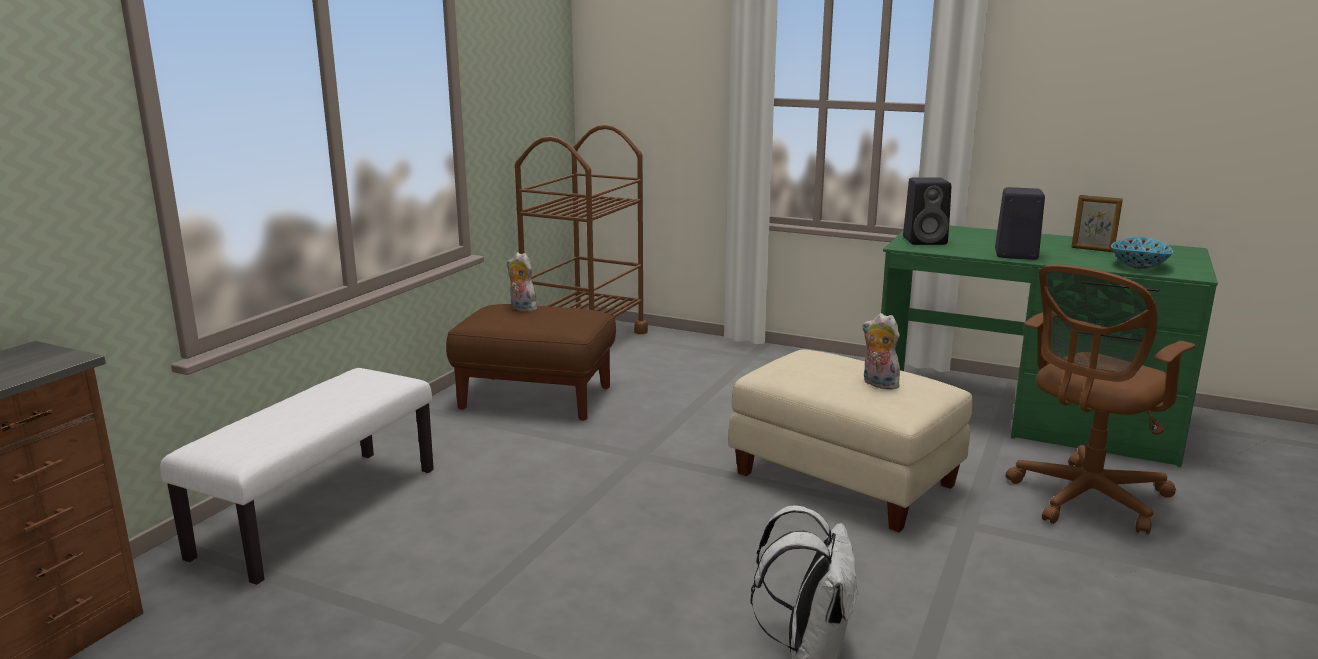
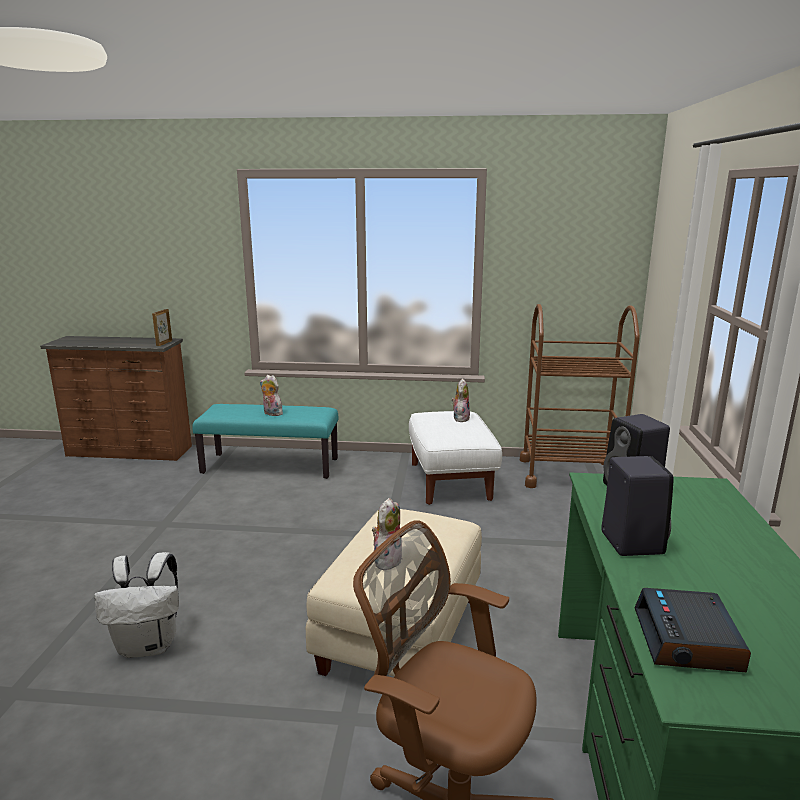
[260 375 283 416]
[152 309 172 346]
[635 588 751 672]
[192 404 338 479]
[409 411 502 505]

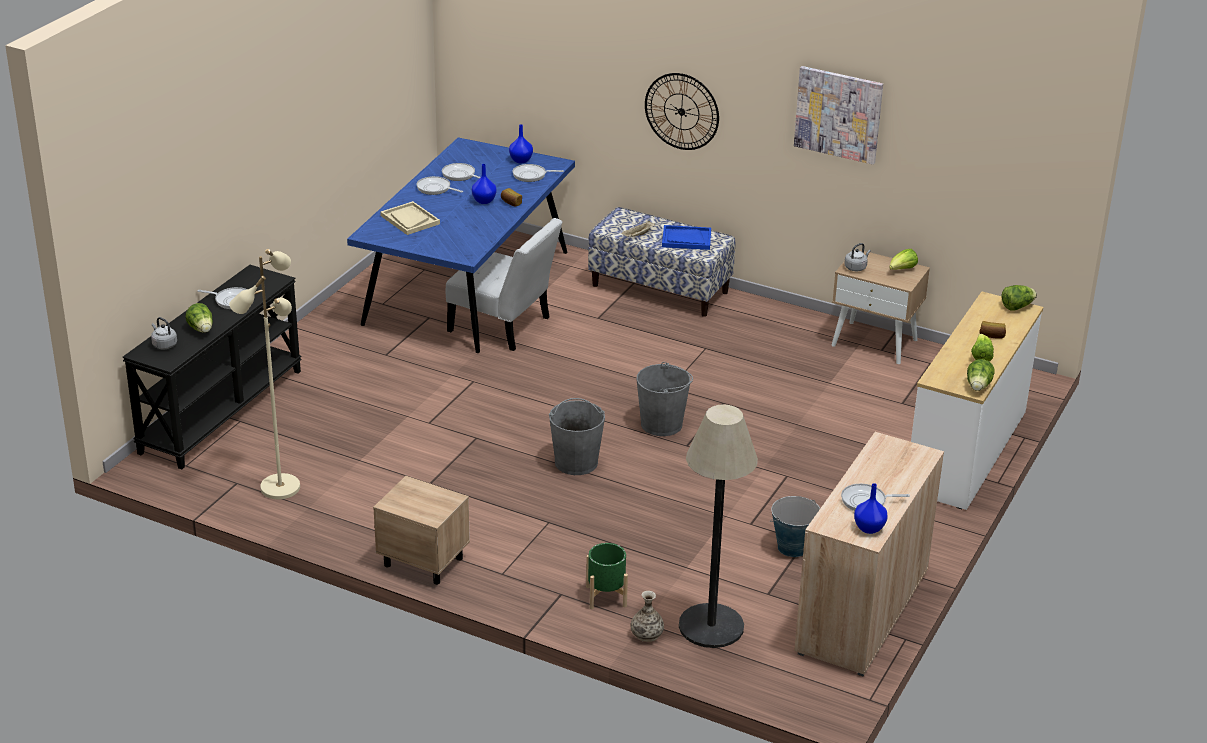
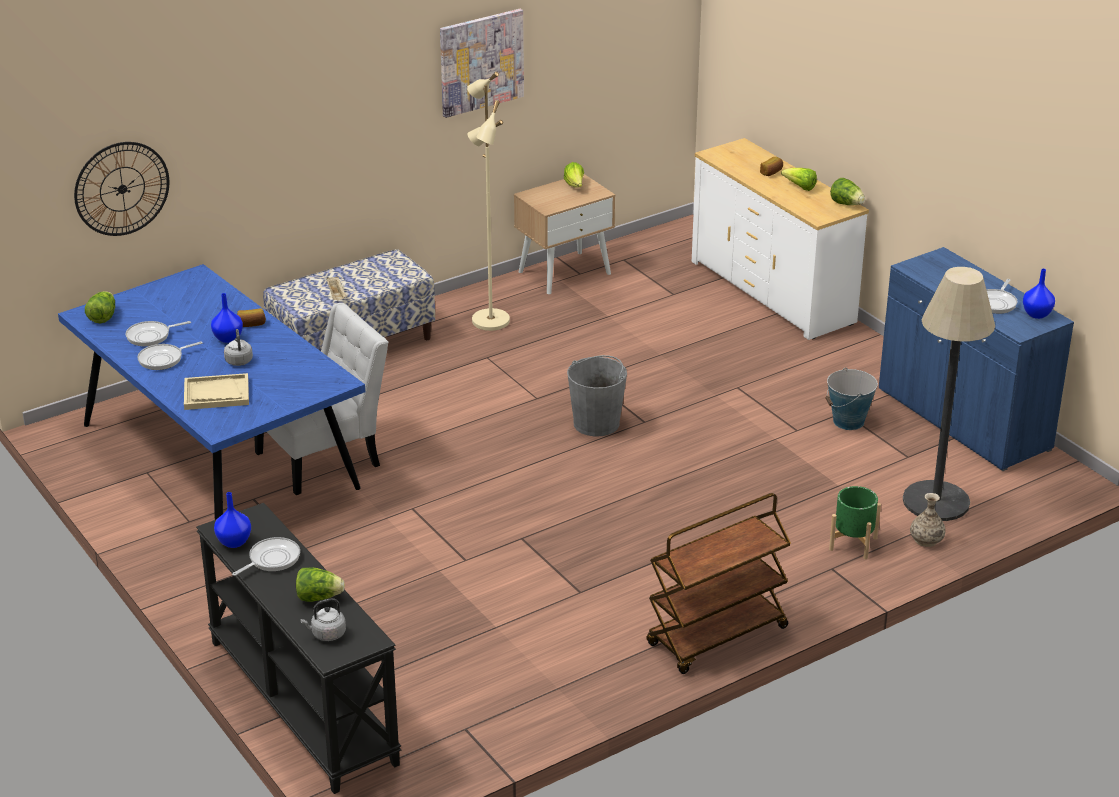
[512 164 564 182] (first image)
[549 398 605 475] (first image)
[662 225 711 250] (first image)
[467 72 510 331]
[214 492 251 548]
[74 142 169 236]
[224 329 253 366]
[85 291 115 323]
[647 493 791 674]
[879 247 1074 471]

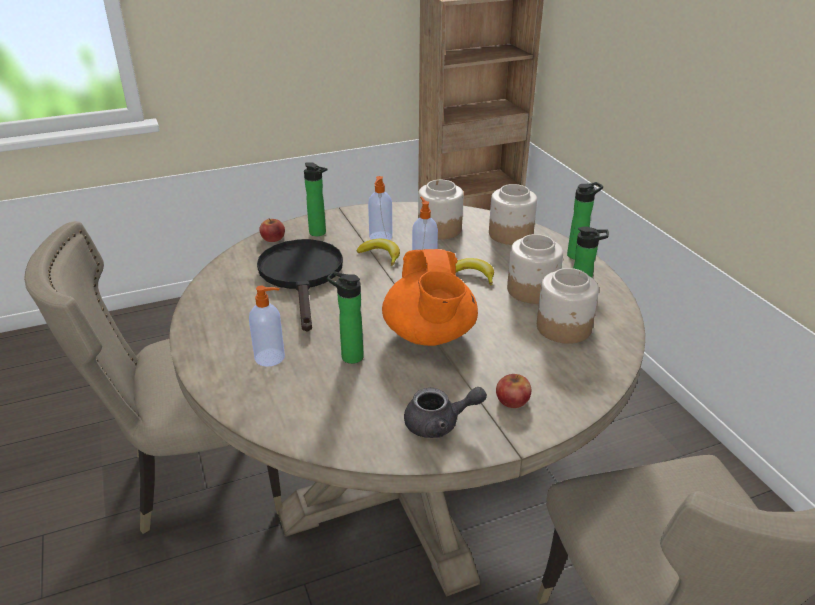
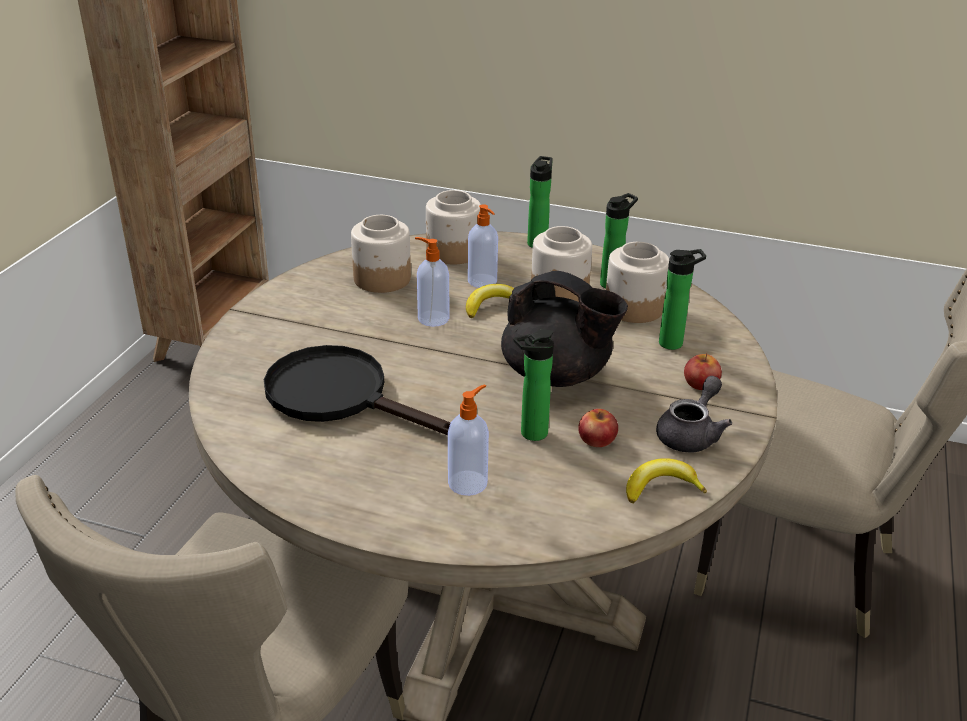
[578 409 618 447]
[659 249 706 350]
[626 458 707 503]
[468 204 498 288]
[501 271 628 387]

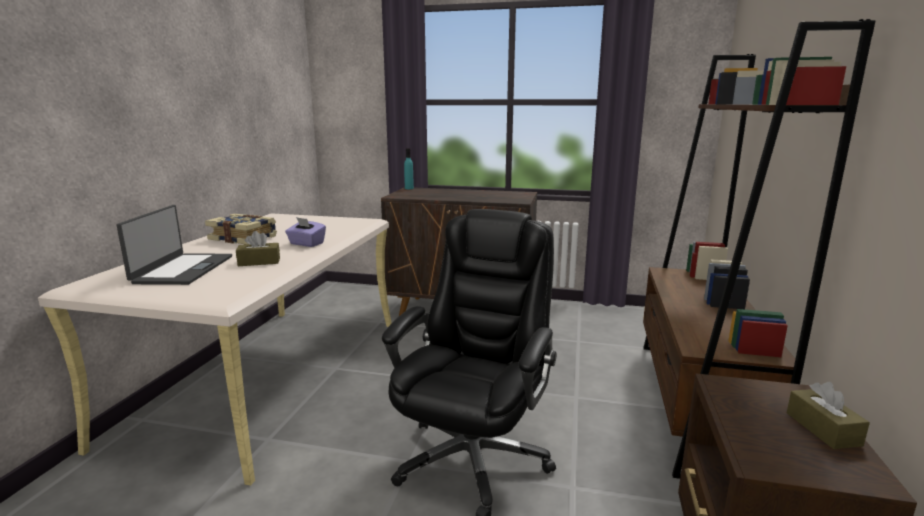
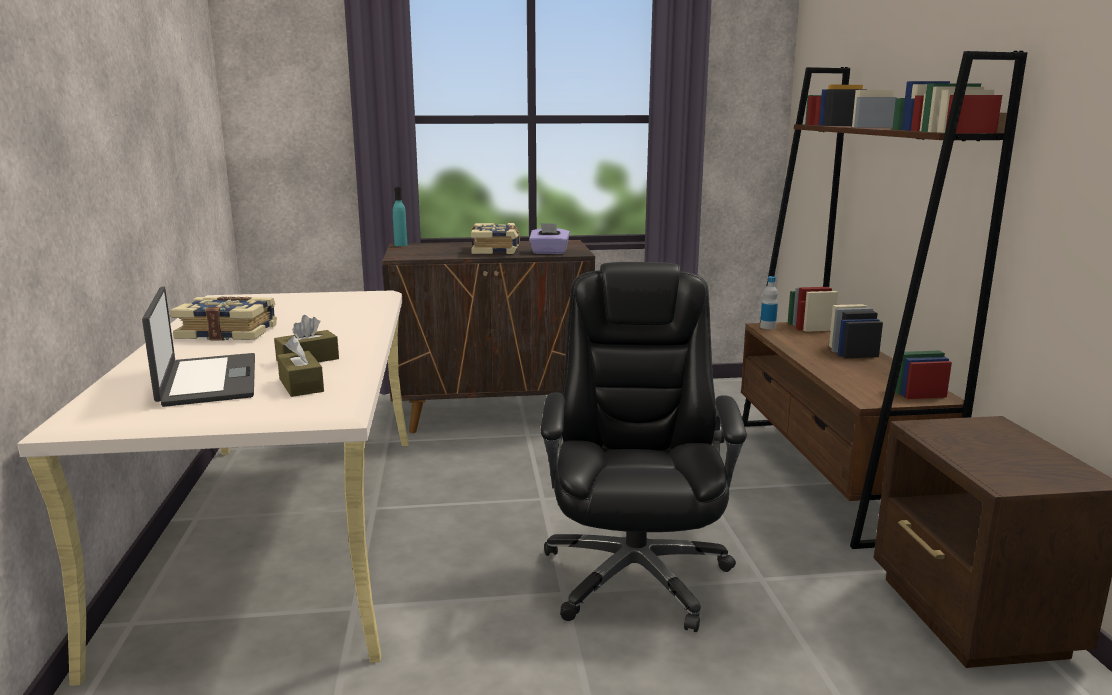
[471 223 520 254]
[760 276 778 329]
[529 223 570 254]
[277 336 324 397]

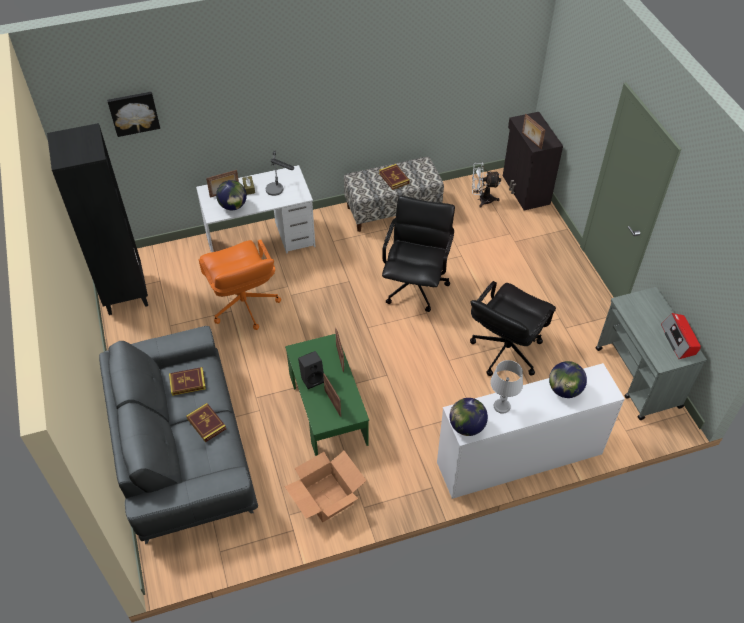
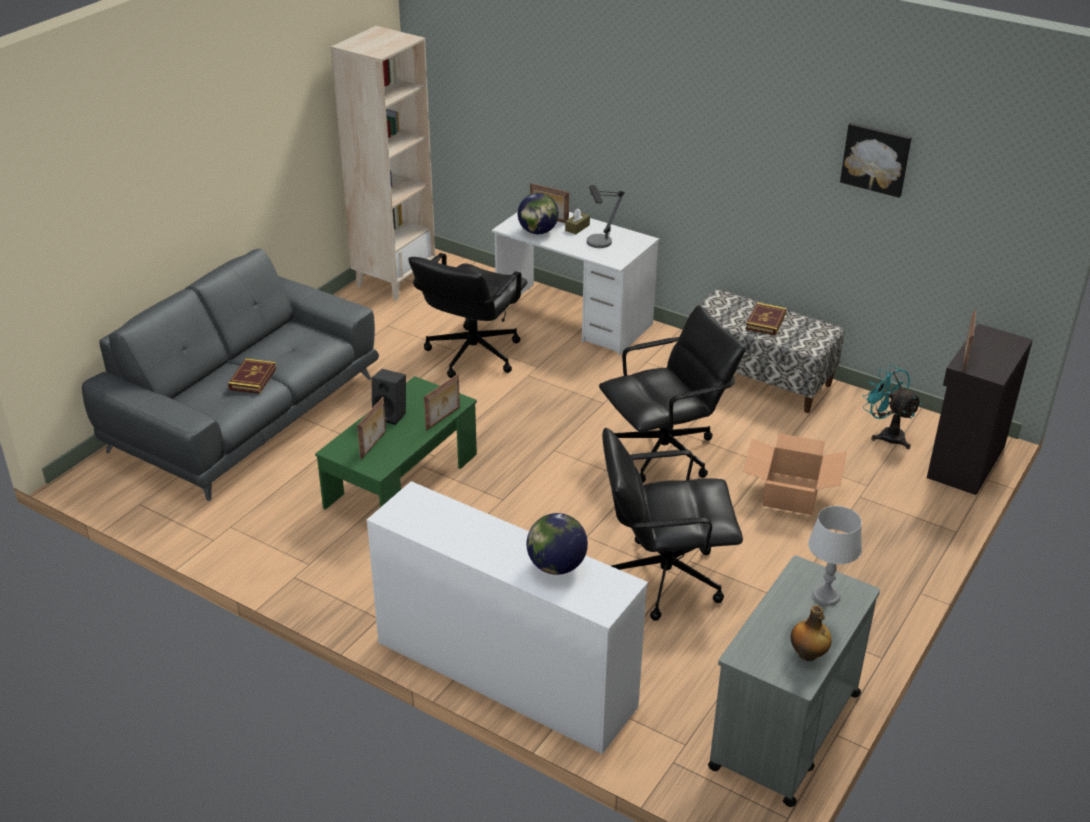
[169 367 206 396] (first image)
[449 398 488 436] (first image)
[840 123 912 198]
[743 433 847 515]
[808 506 862 606]
[791 605 832 661]
[331 26 435 301]
[408 253 527 378]
[862 365 922 449]

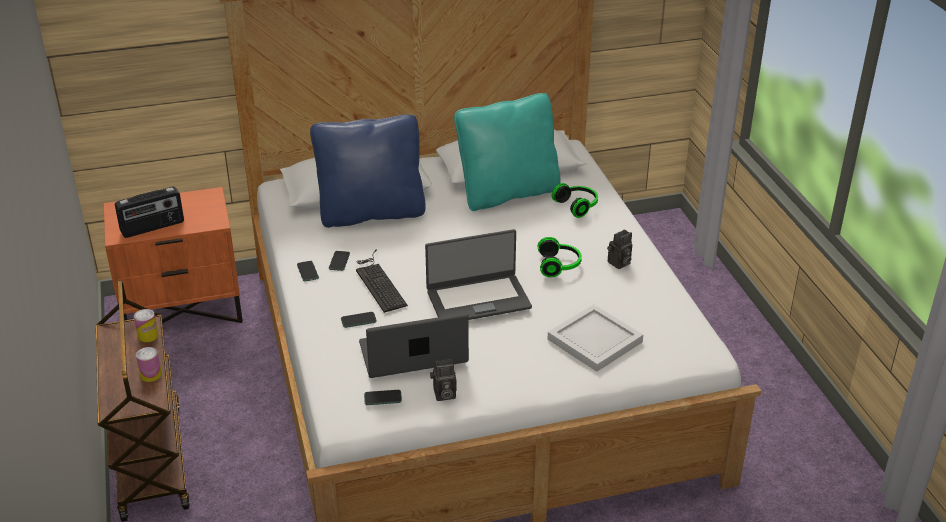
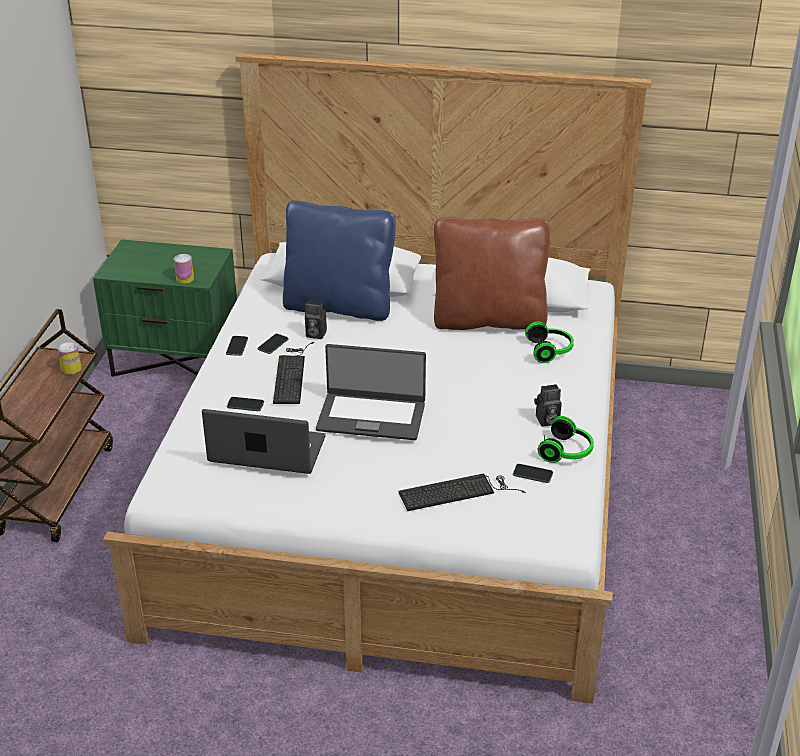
[115 187 184 238] (first image)
[174 254 194 284]
[513 464 553 483]
[305 300 327 339]
[538 416 594 463]
[399 473 526 511]
[93 239 237 377]
[434 217 550 330]

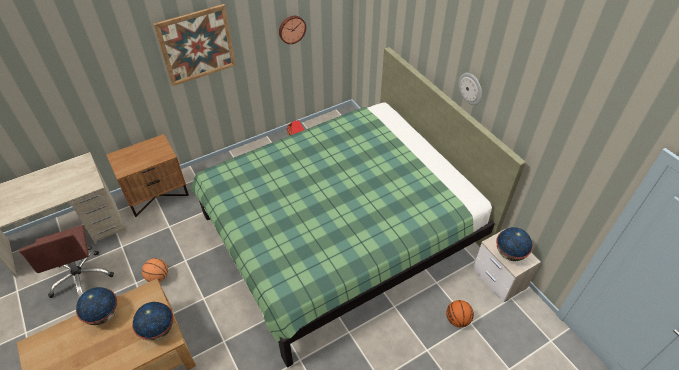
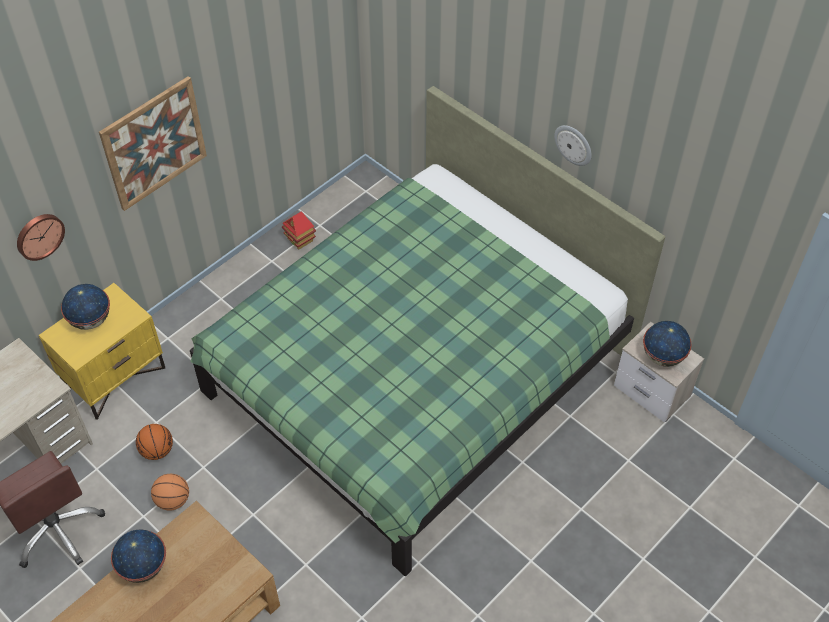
[61 284 110 330]
[17 214 65 261]
[136 424 173 460]
[39 283 166 420]

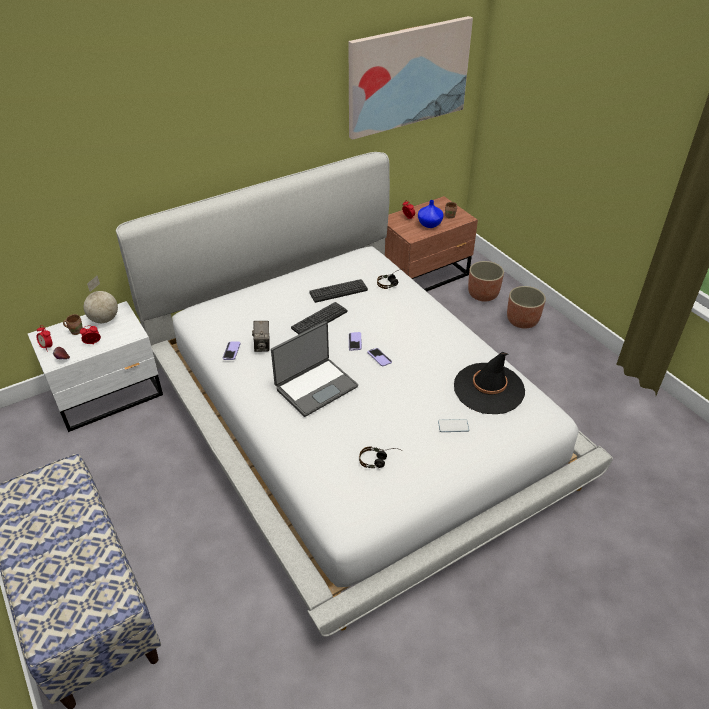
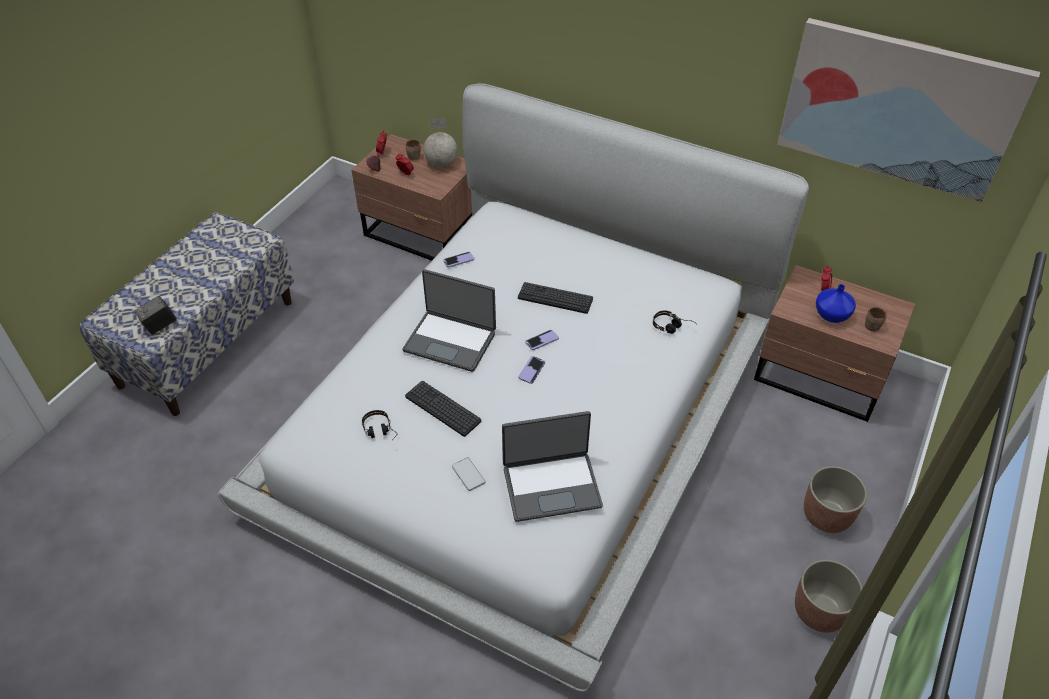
[135 296 177 335]
[405 381 481 437]
[795 559 863 633]
[502 411 603 522]
[351 134 472 261]

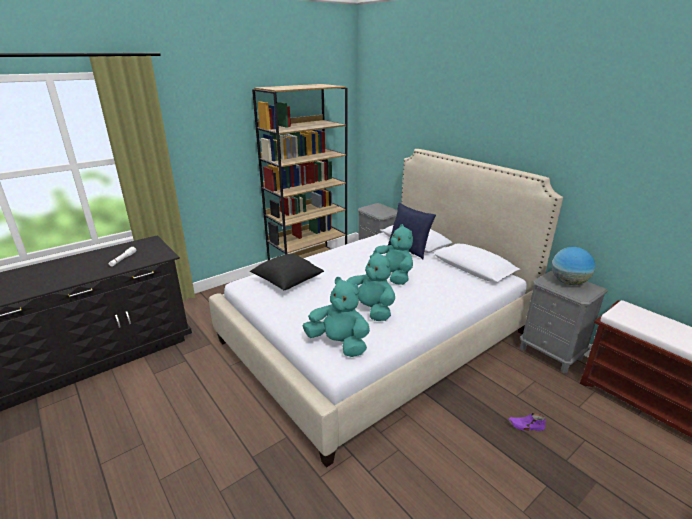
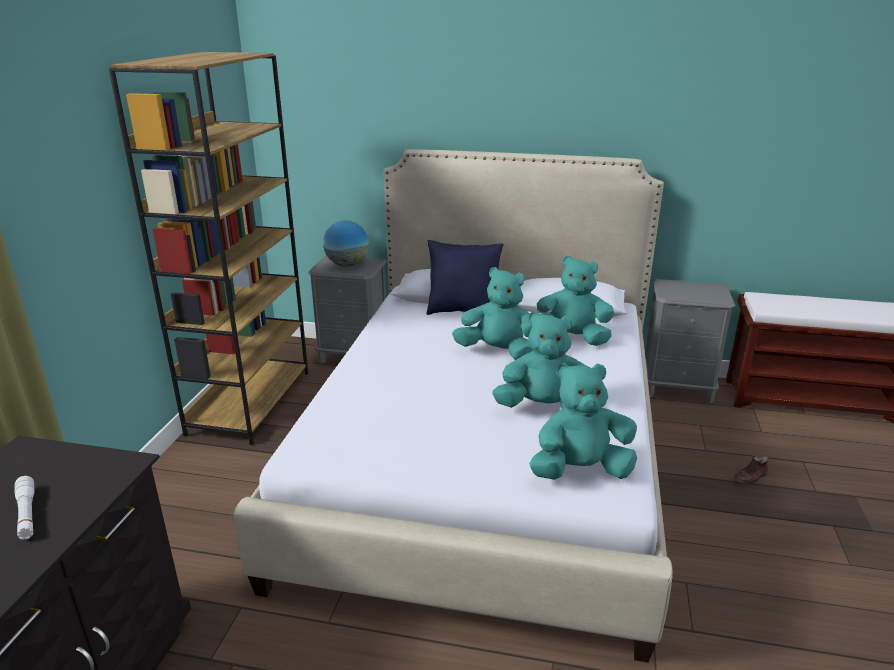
[250 254 324 290] (first image)
[537 256 614 346]
[323 220 369 266]
[733 455 768 484]

